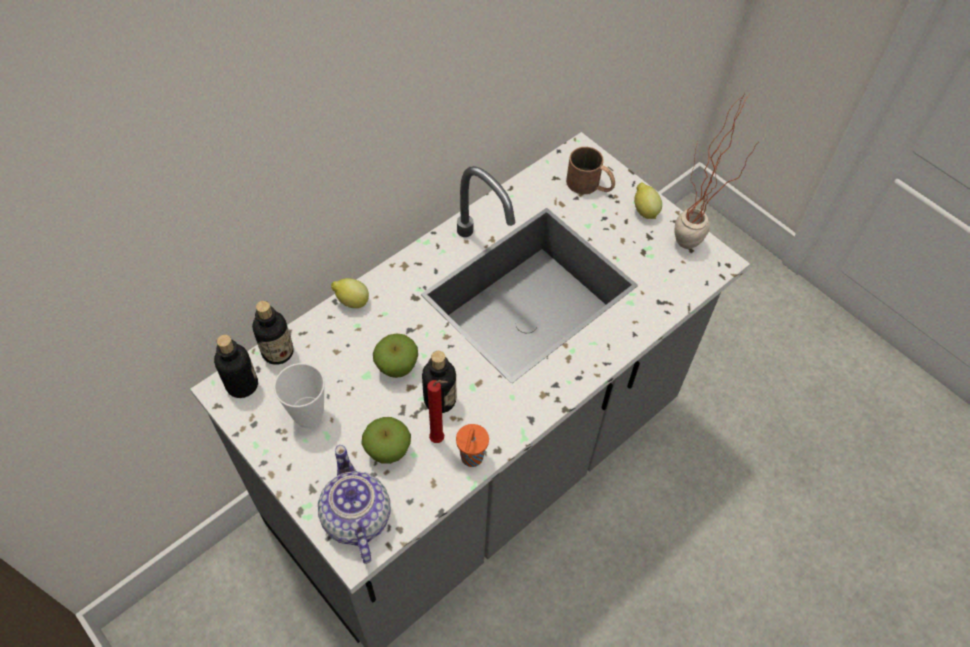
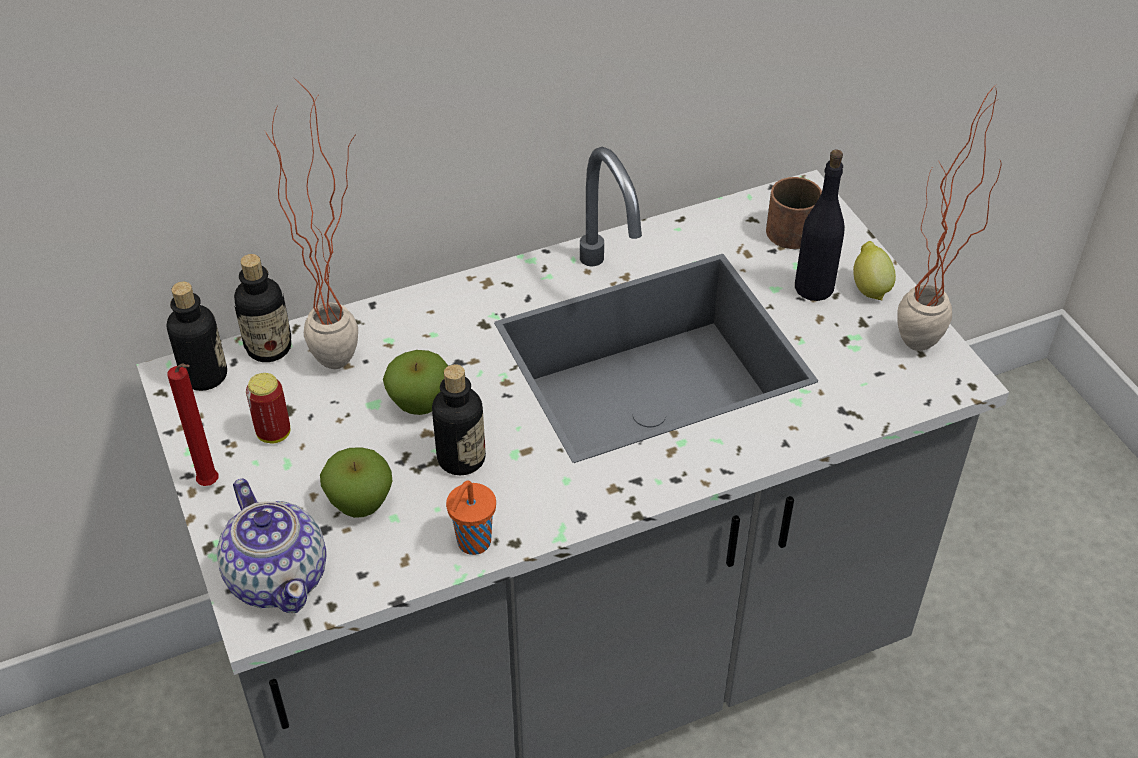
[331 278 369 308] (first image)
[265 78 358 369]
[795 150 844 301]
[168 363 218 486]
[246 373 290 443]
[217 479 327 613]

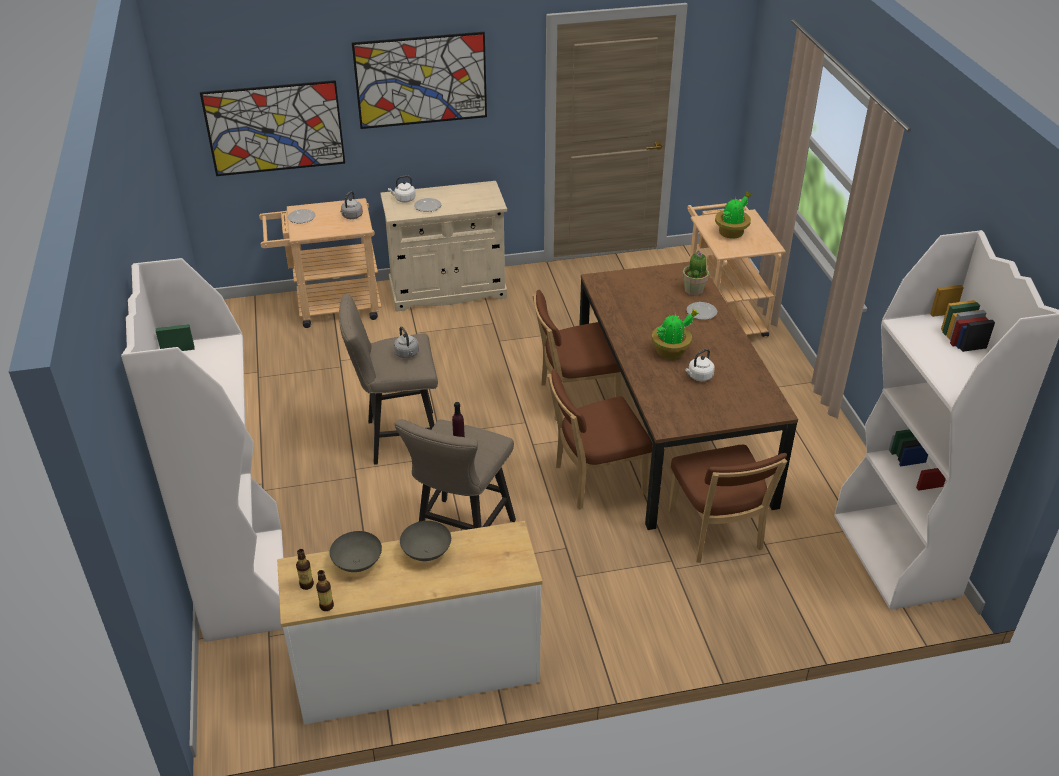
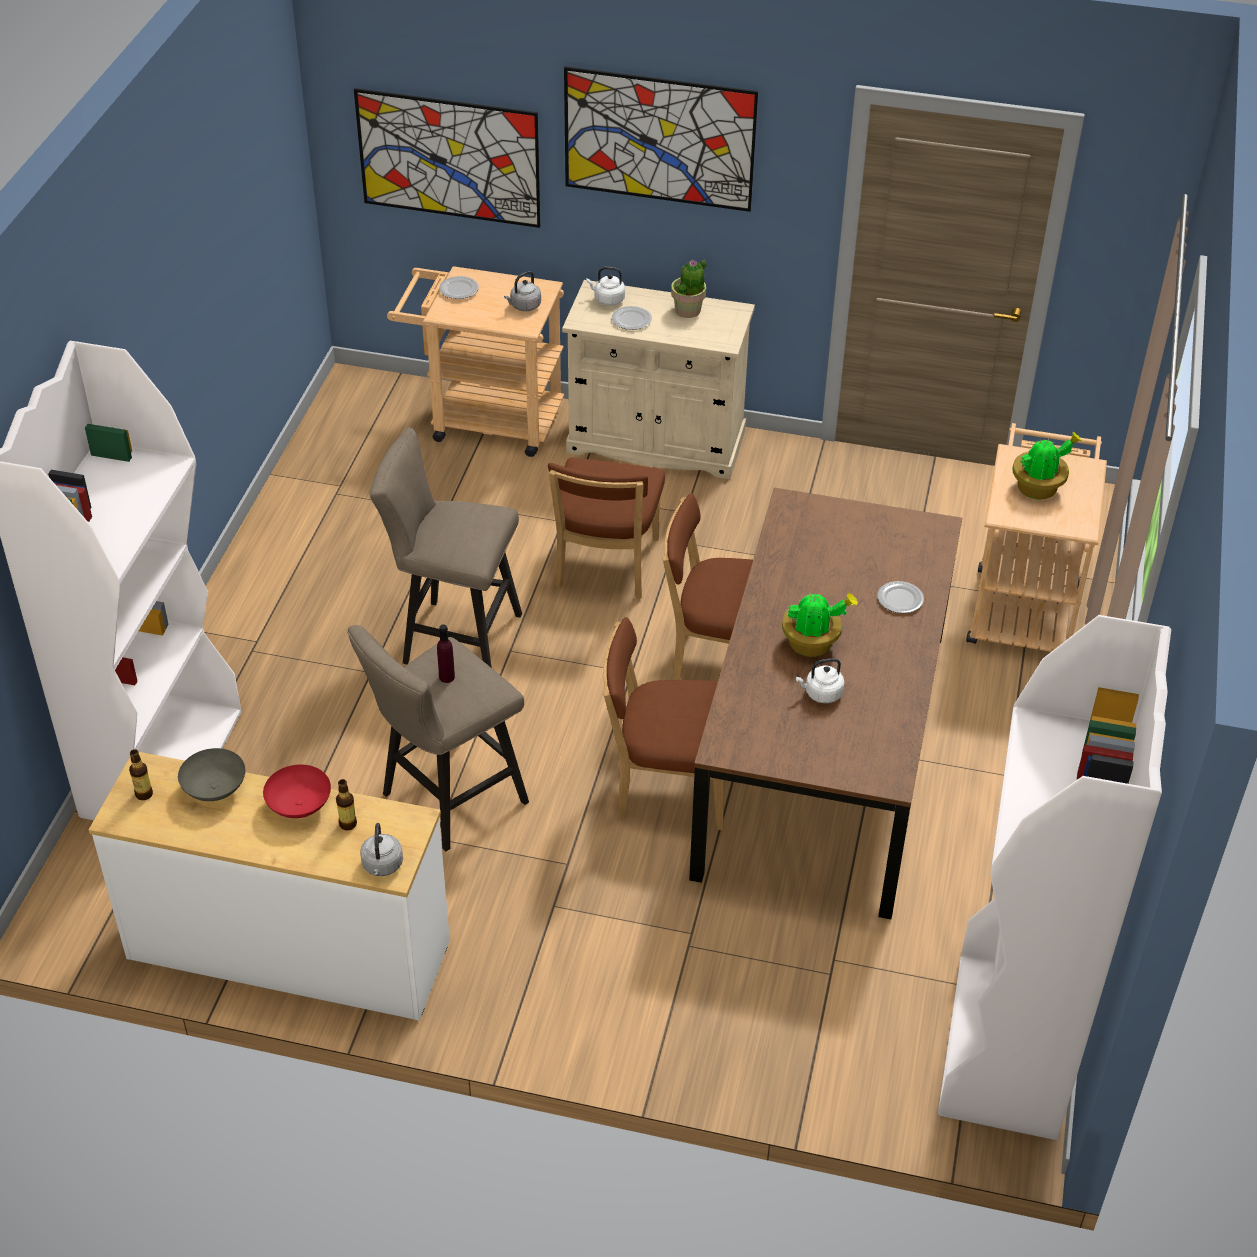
[336 779 357 830]
[360 823 403 876]
[548 458 665 599]
[671 260 706 318]
[263 765 331 818]

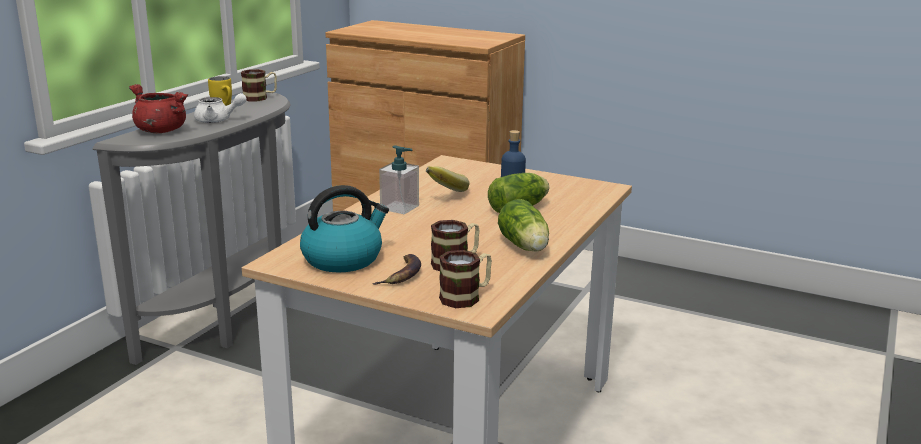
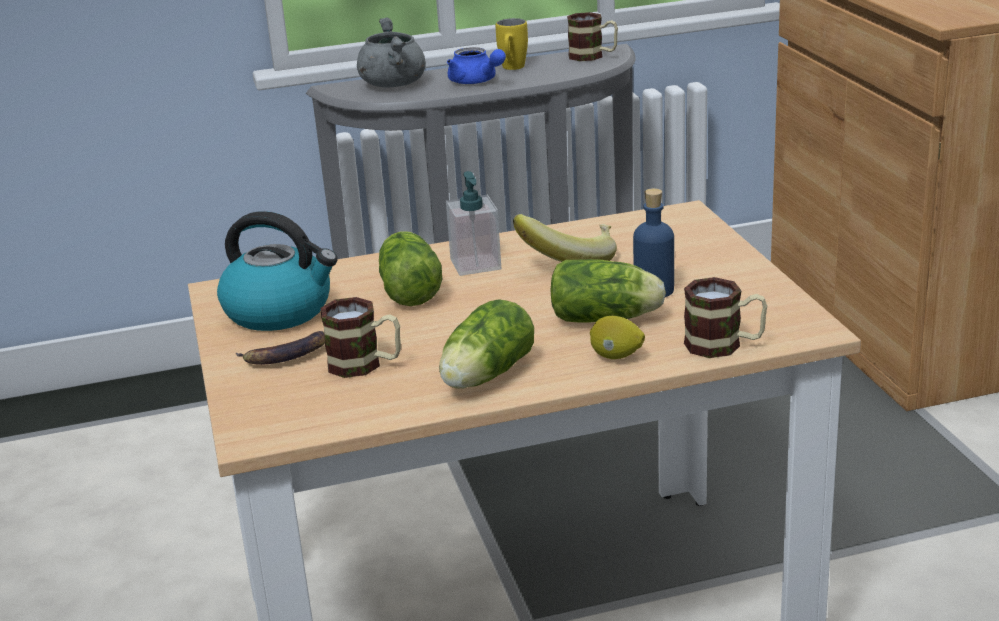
[379 231 442 306]
[590 316 645 359]
[684 277 767 358]
[357 17 426 87]
[447 47 506 84]

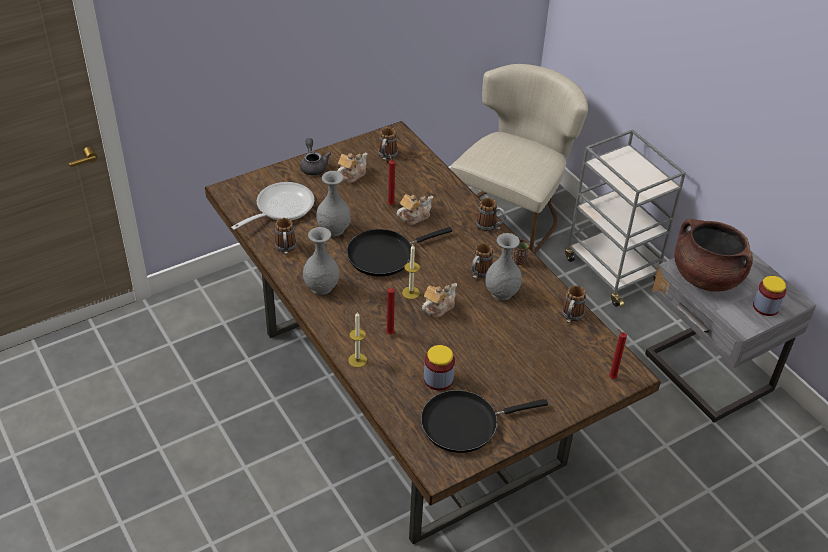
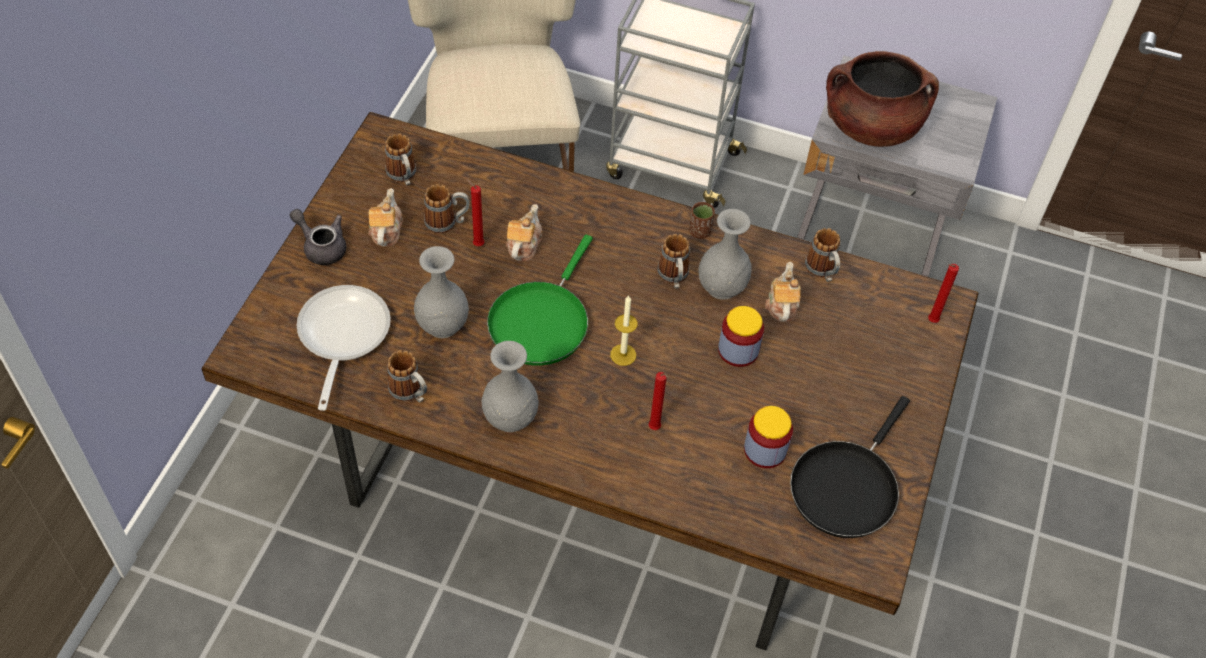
[348 312 367 368] (first image)
[765 262 801 322]
[424 184 470 234]
[718 306 764 367]
[487 235 593 365]

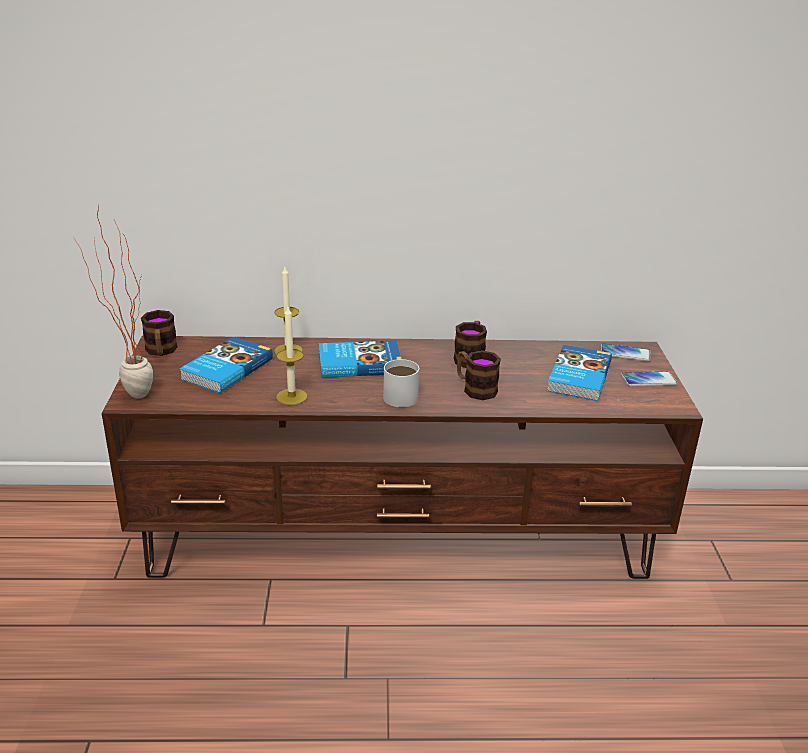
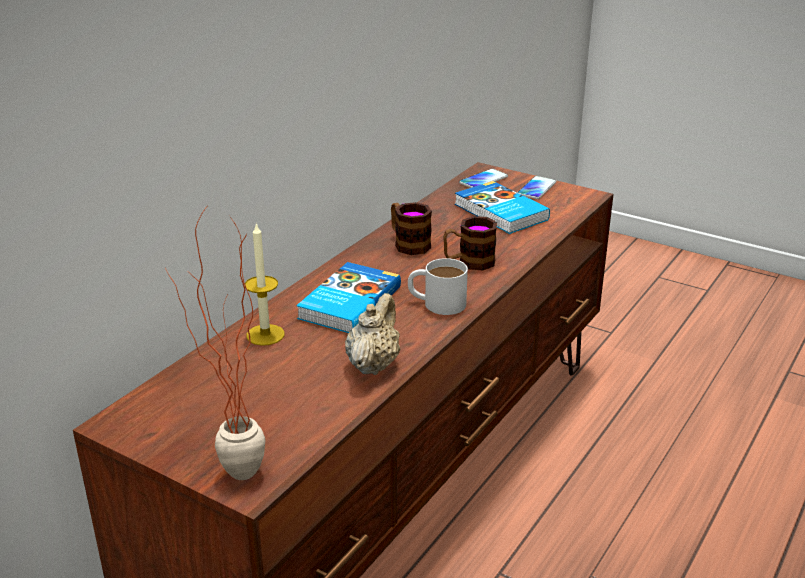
[141 310 178 356] (first image)
[179 337 273 393] (first image)
[345 293 401 375]

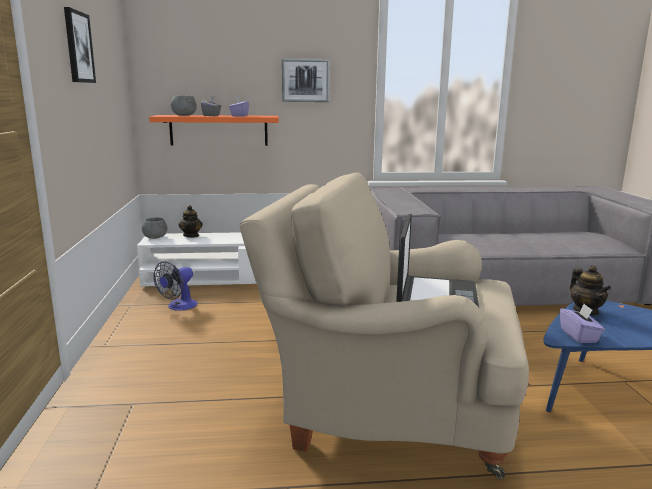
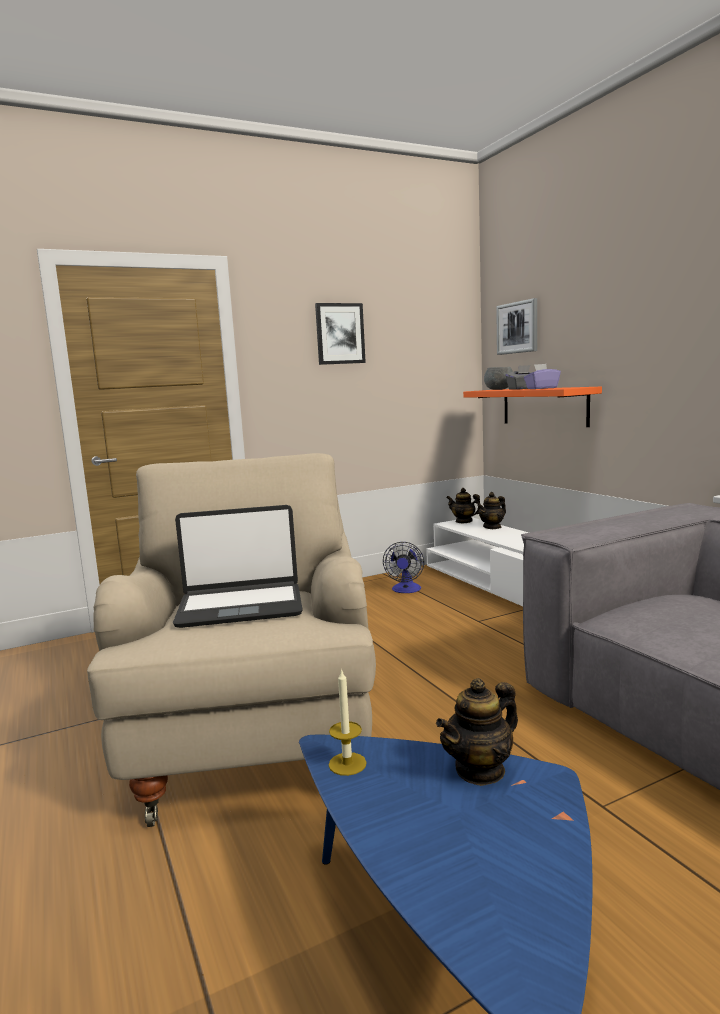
[496 298 537 355]
[446 488 480 523]
[329 668 367 776]
[383 542 424 593]

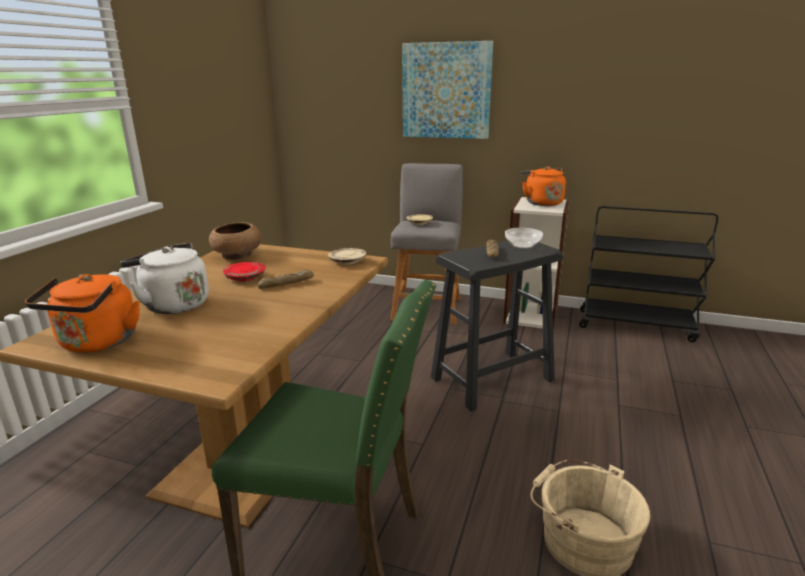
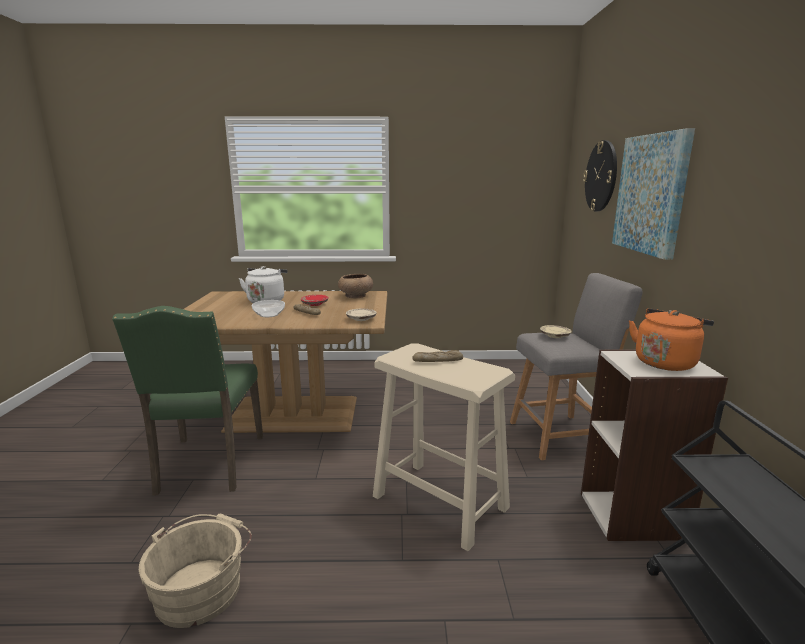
[25 274 140 353] (first image)
[583 140 617 211]
[252 300 285 317]
[373 343 515 551]

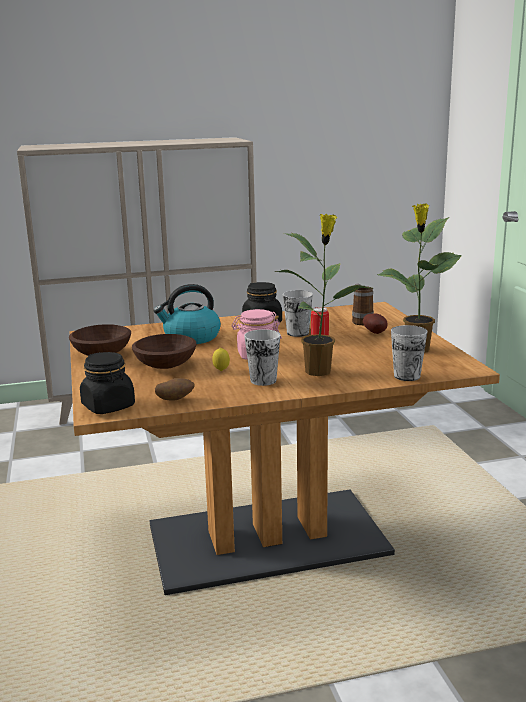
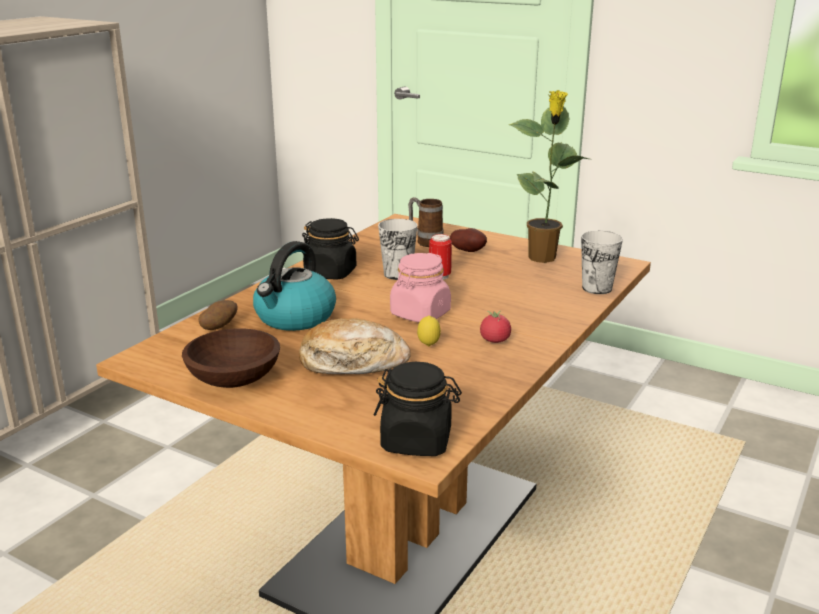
[274 214 369 376] (first image)
[199 300 237 330]
[299 318 411 374]
[480 310 511 343]

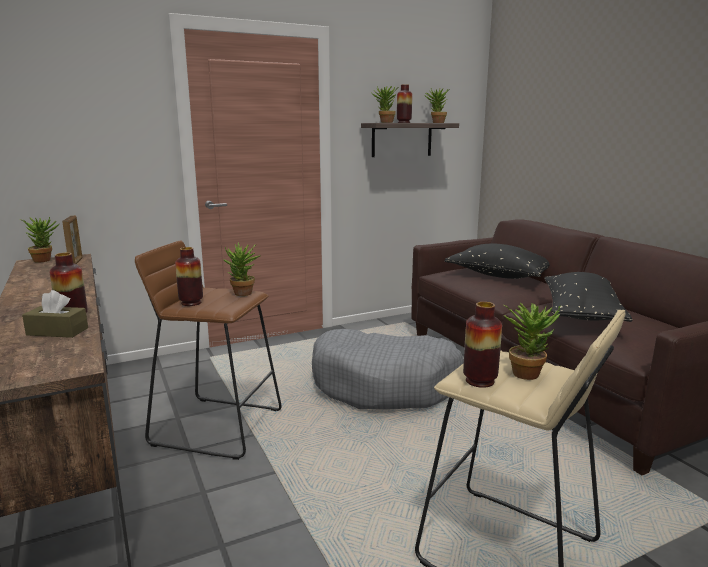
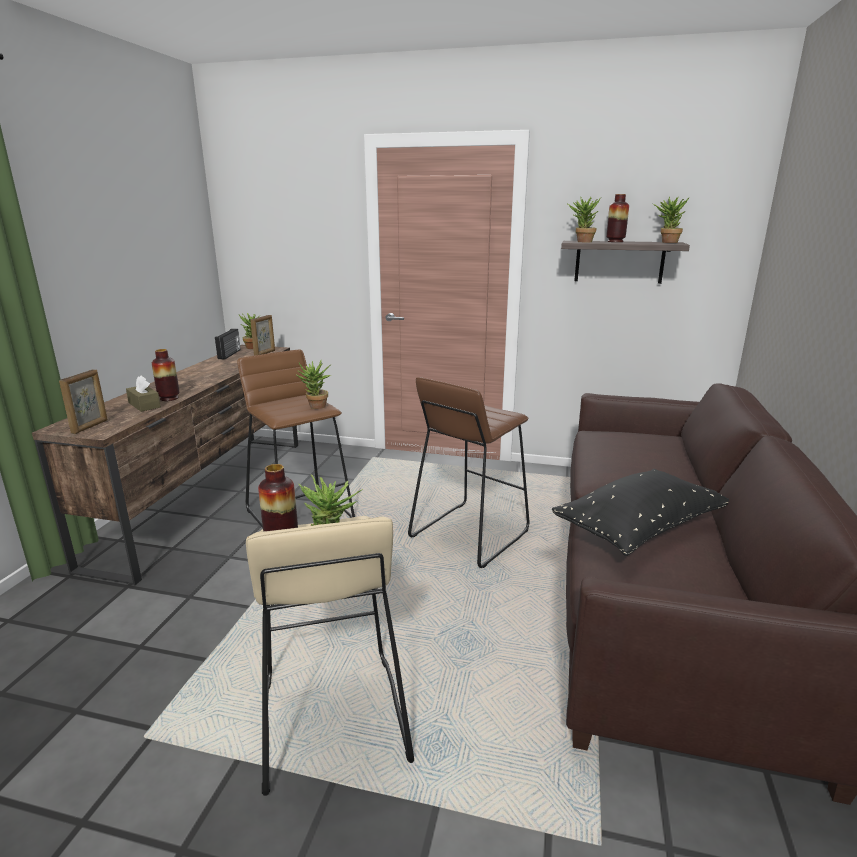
[175 247 203 306] (first image)
[444 244 550 279] (first image)
[59 369 108 434]
[215 329 241 359]
[408 377 530 568]

